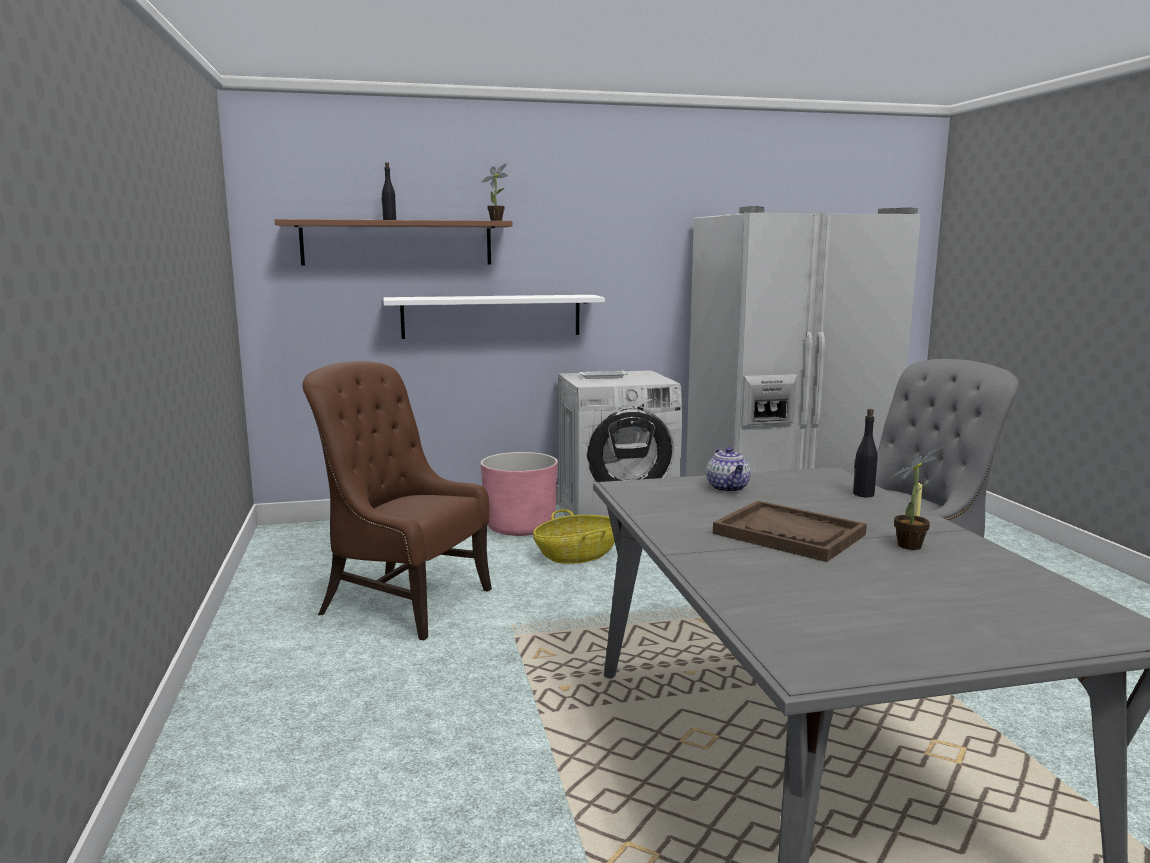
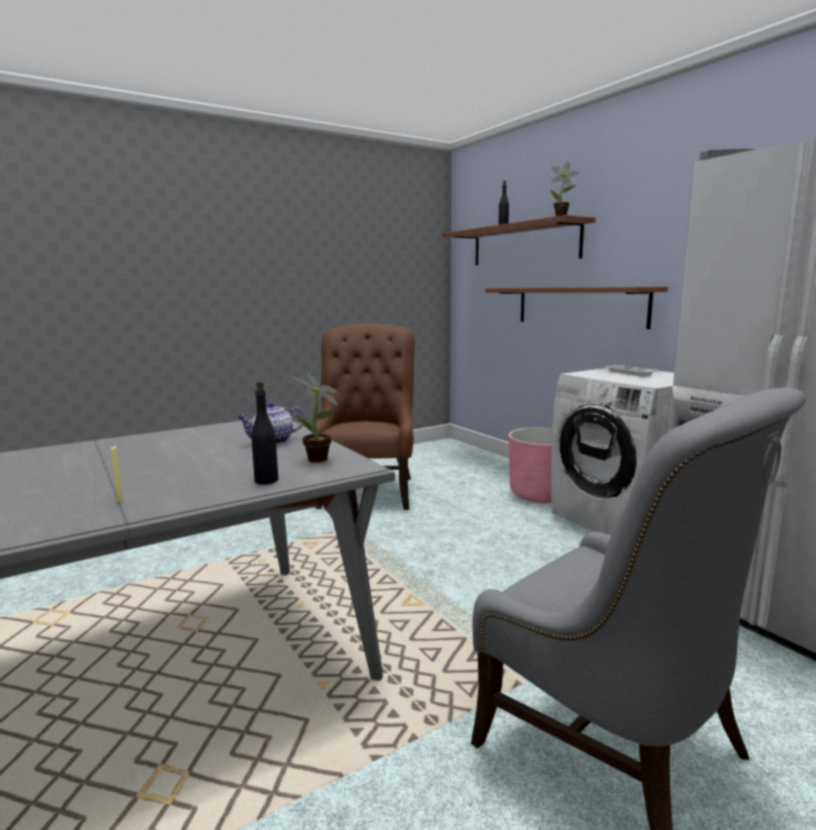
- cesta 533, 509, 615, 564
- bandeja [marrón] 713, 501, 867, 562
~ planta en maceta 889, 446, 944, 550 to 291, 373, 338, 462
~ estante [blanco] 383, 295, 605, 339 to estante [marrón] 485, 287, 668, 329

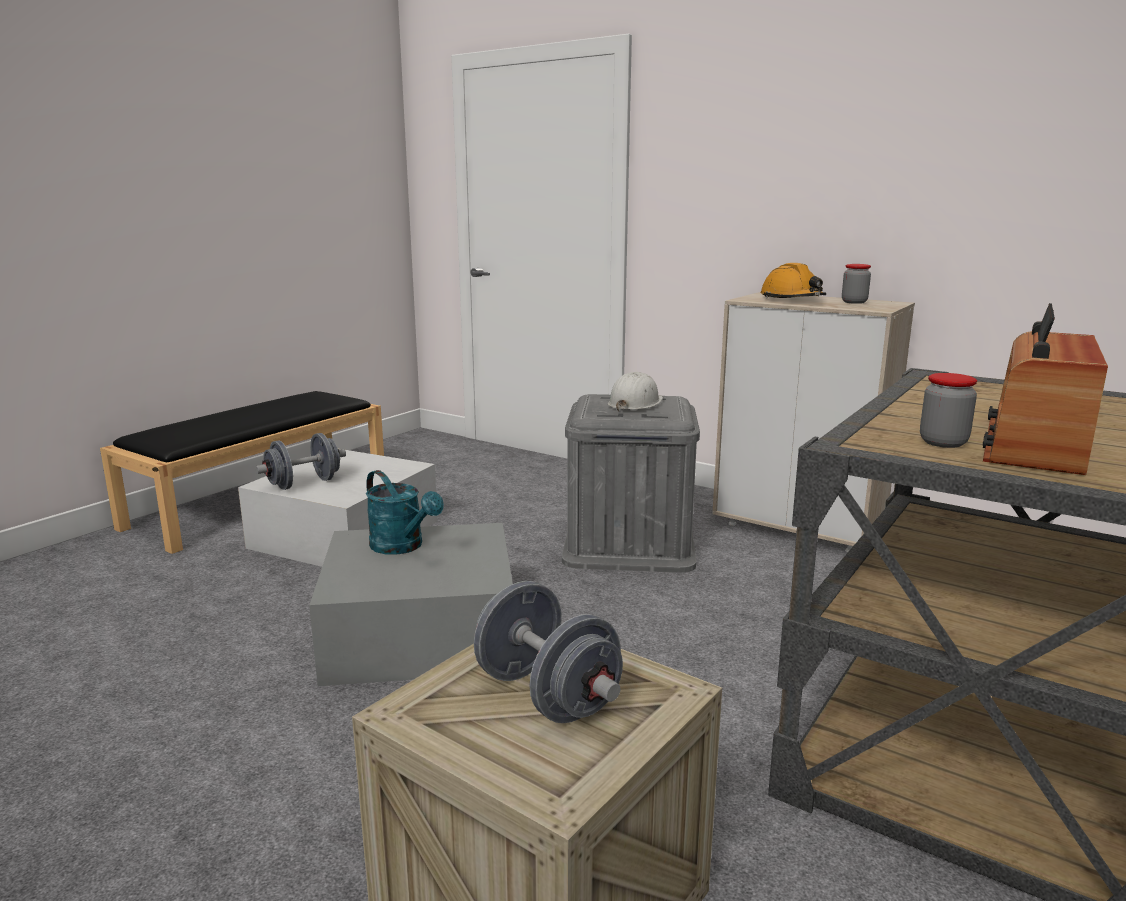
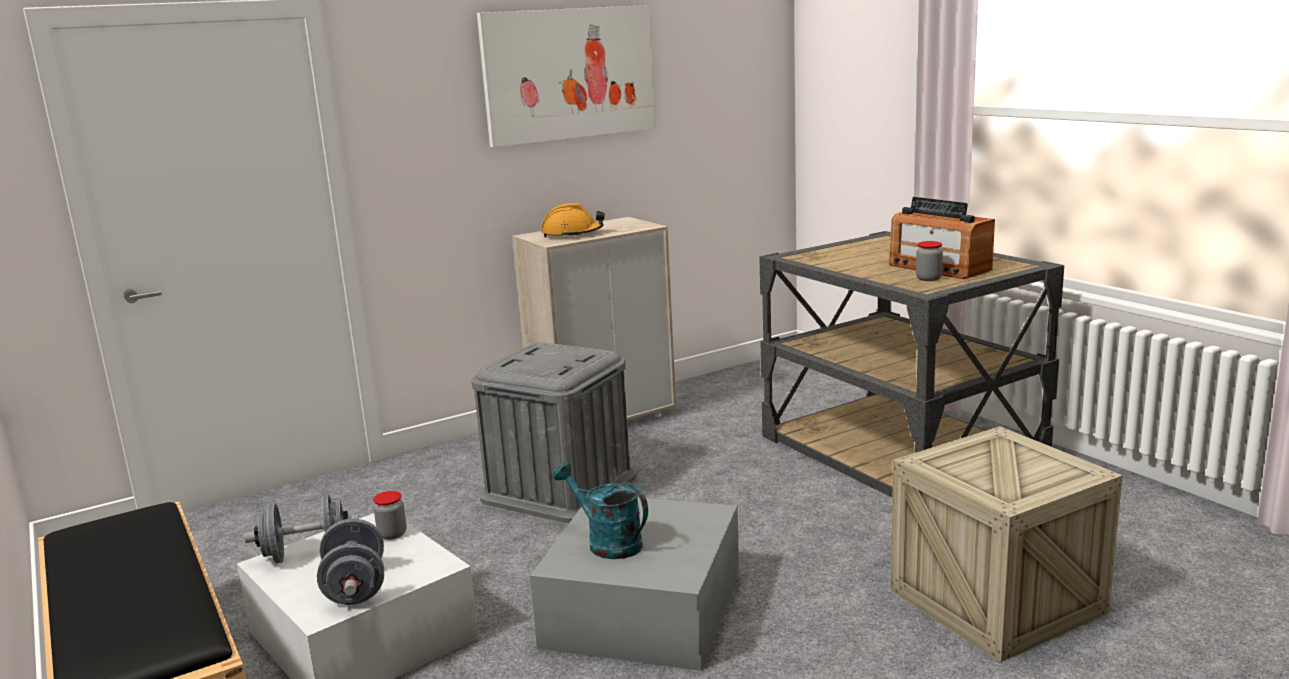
- casco [blanco] 608, 372, 663, 411
+ cuadro 477, 5, 655, 147
~ mancuerna [gris] 474, 581, 623, 723 to 244, 494, 359, 563
~ tarro 842, 264, 871, 304 to 373, 491, 406, 540
~ regadera [turquesa] 366, 470, 444, 555 = 553, 462, 648, 559 120 degrees counterclockwise

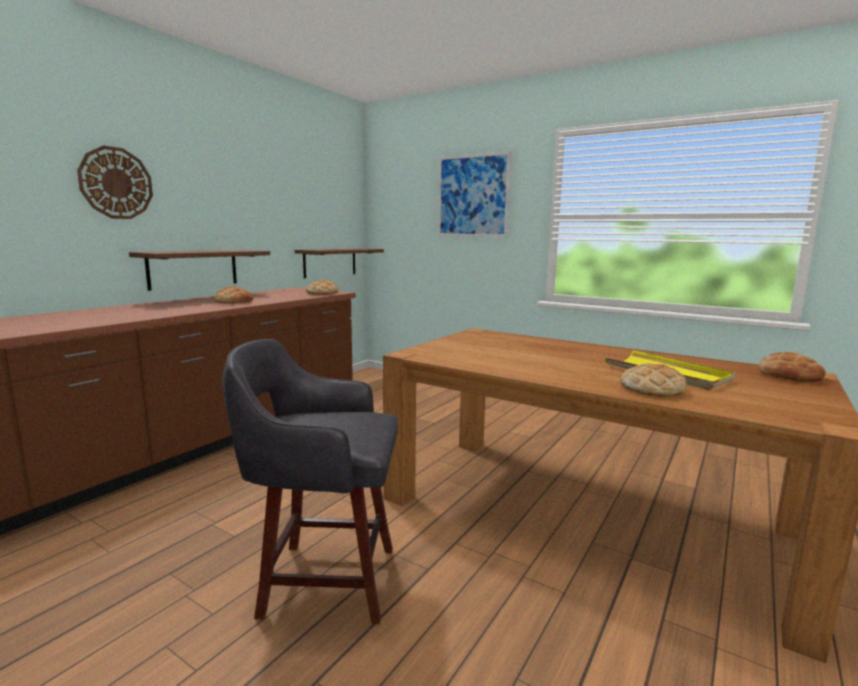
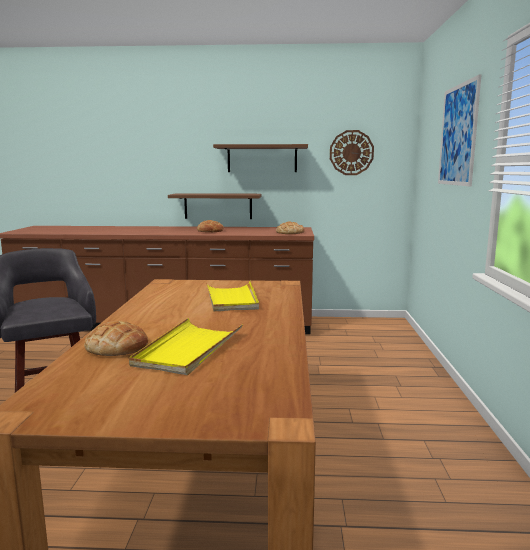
- pan 758, 352, 826, 382
+ bandeja [amarillo] 206, 281, 259, 311
~ reloj de pared 77, 146, 153, 219 to 330, 130, 374, 175
~ estante [marrón] 295, 248, 384, 278 to 213, 144, 308, 172

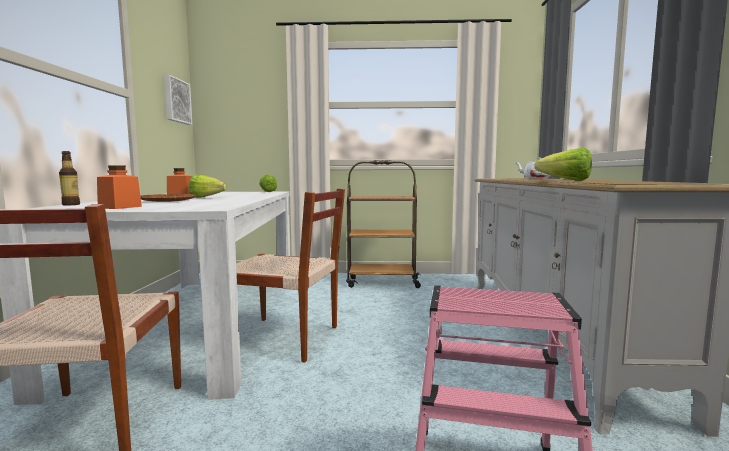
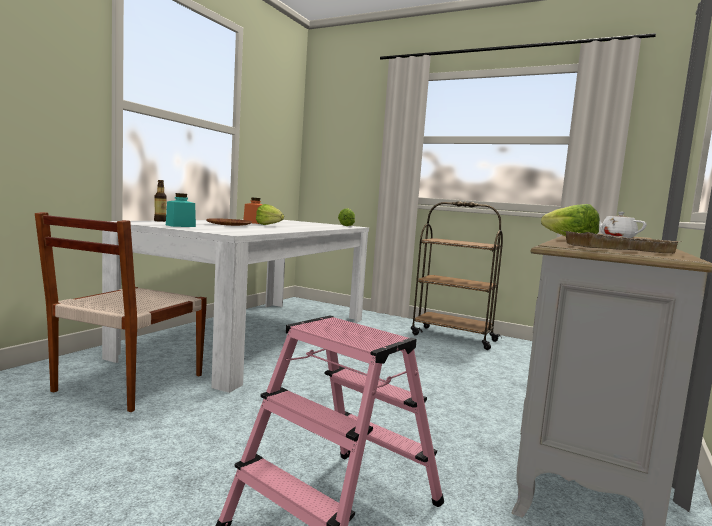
- cuadro 164, 74, 192, 125
- silla 236, 189, 345, 362
+ bandeja [beis] 564, 231, 682, 253
~ tarro [naranja] 97, 165, 142, 209 to tarro [turquesa] 166, 193, 196, 227

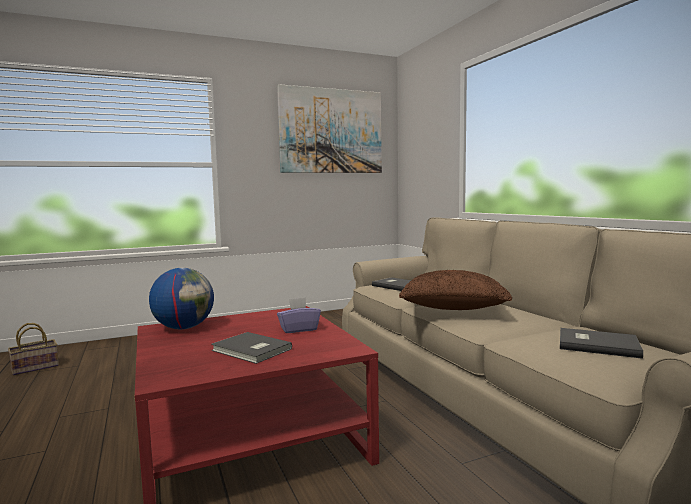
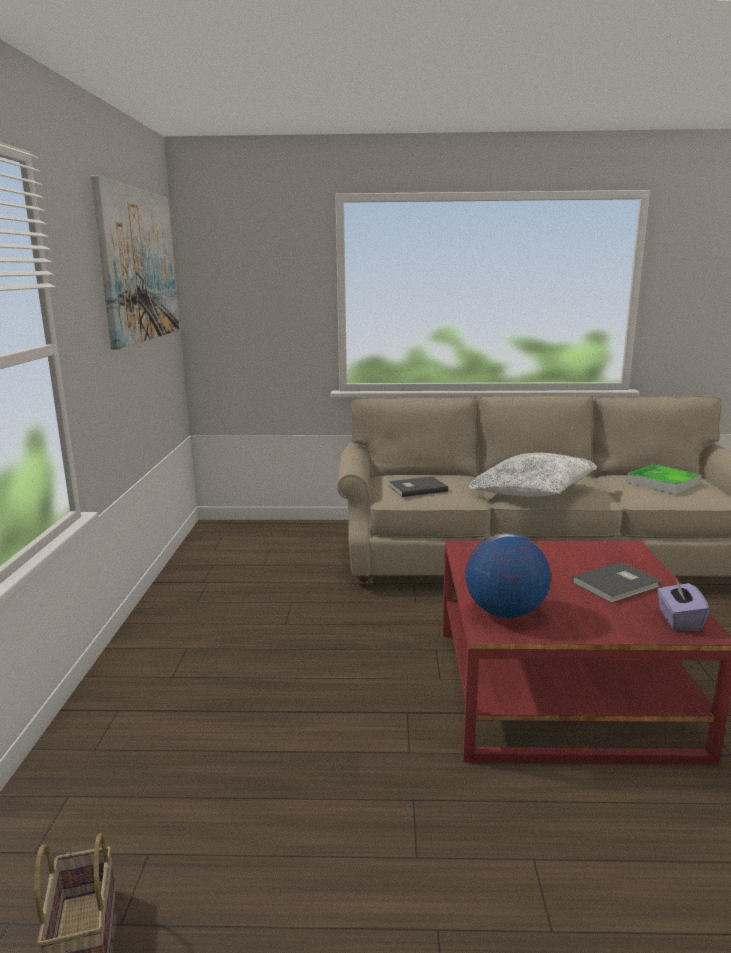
~ caja de pañuelos [morado] 277, 297, 321, 333 to 657, 577, 709, 631
~ libro [gris] 560, 328, 643, 359 to bandeja 627, 464, 701, 495
~ cojín [marrón] 399, 270, 513, 310 to cojín [blanco] 469, 452, 597, 496

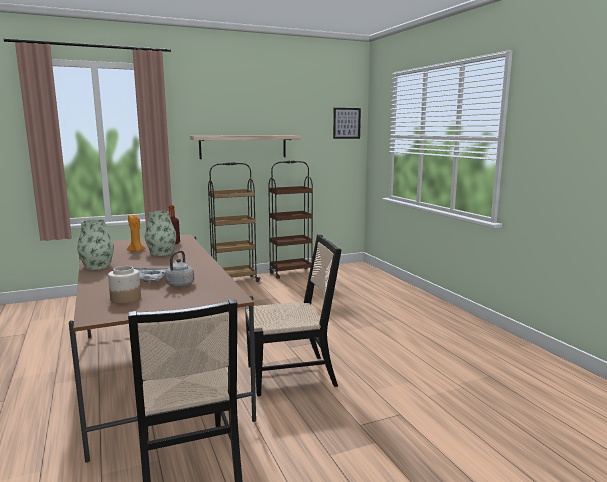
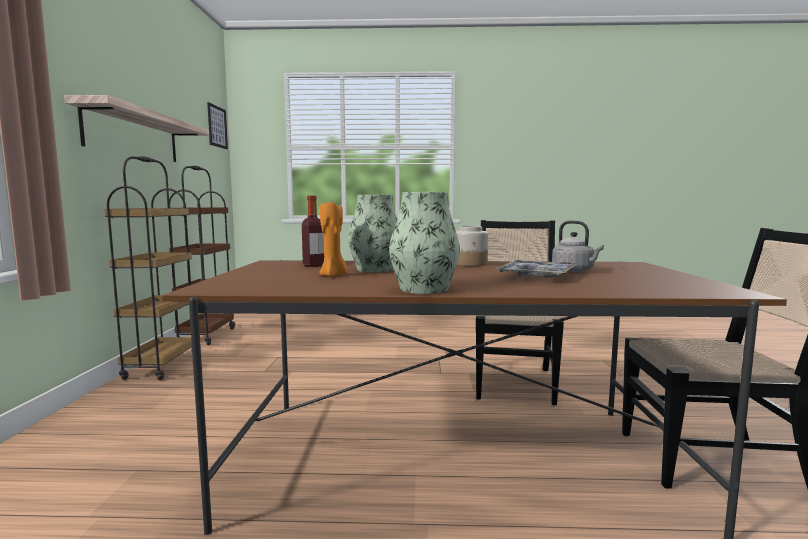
~ tarro 108, 266, 141, 304 to 456, 226, 488, 266

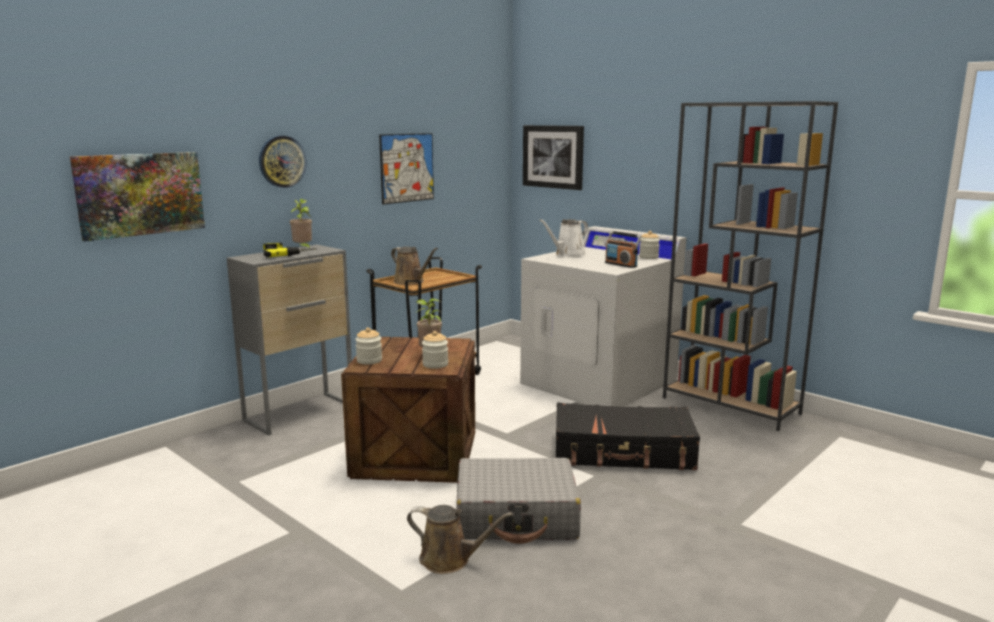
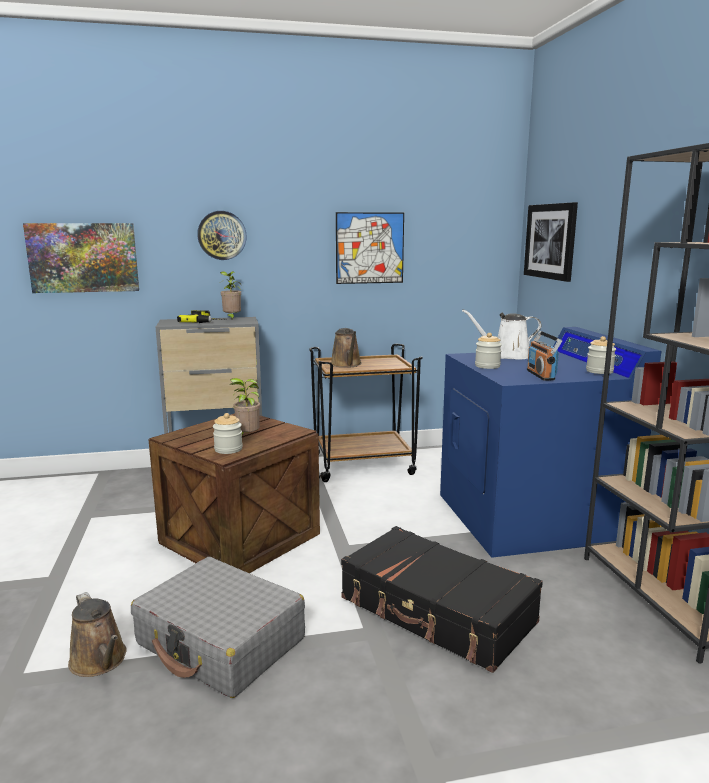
~ tarro 355, 327, 382, 365 to 475, 333, 502, 369
~ lavadora [blanco] 520, 226, 687, 407 to lavadora [azul] 440, 327, 661, 558

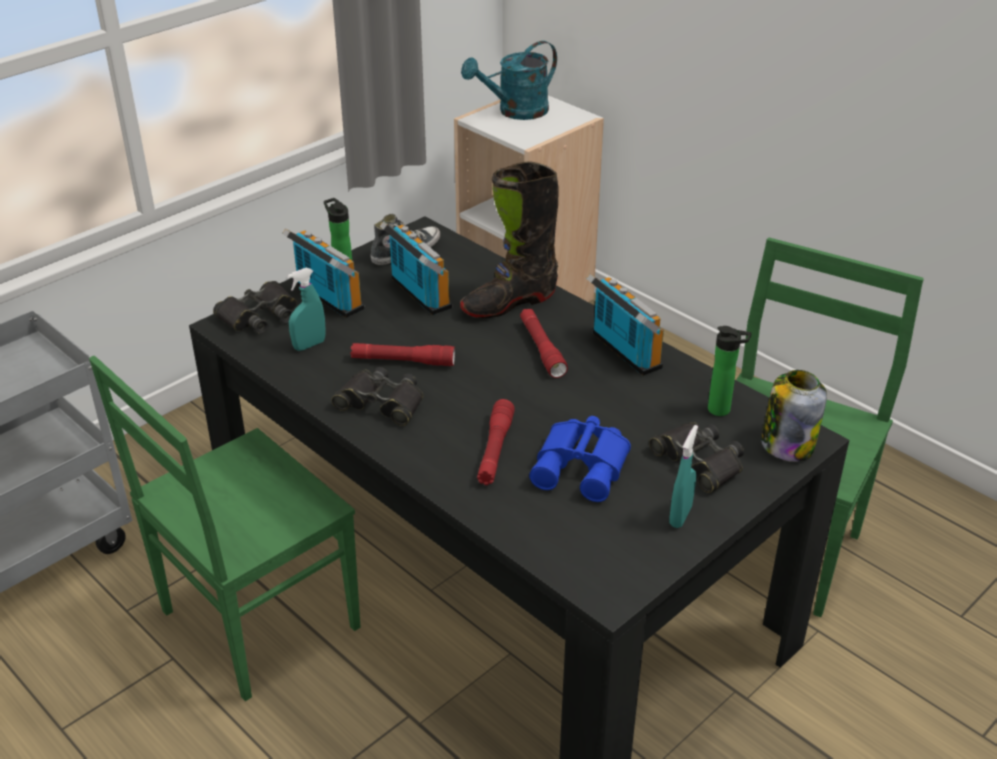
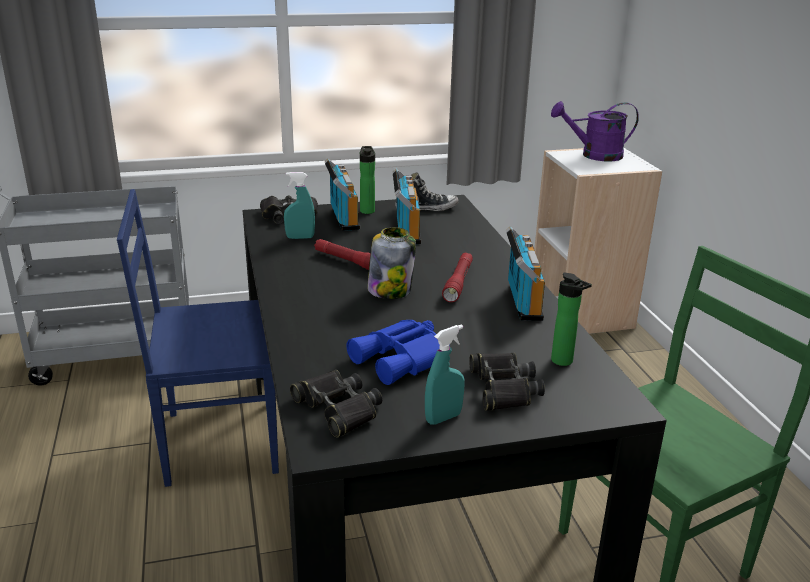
- bota [negro] 460, 161, 559, 318
- linterna [rojo] 477, 399, 515, 485
~ prismáticos [negro] 331, 367, 424, 426 to 290, 370, 382, 438
~ tarro 761, 370, 827, 462 to 367, 227, 416, 299
~ silla [verde] 89, 356, 360, 701 to silla [azul] 117, 189, 279, 487
~ regadera [turquesa] 461, 41, 557, 120 to regadera [morado] 551, 101, 639, 161

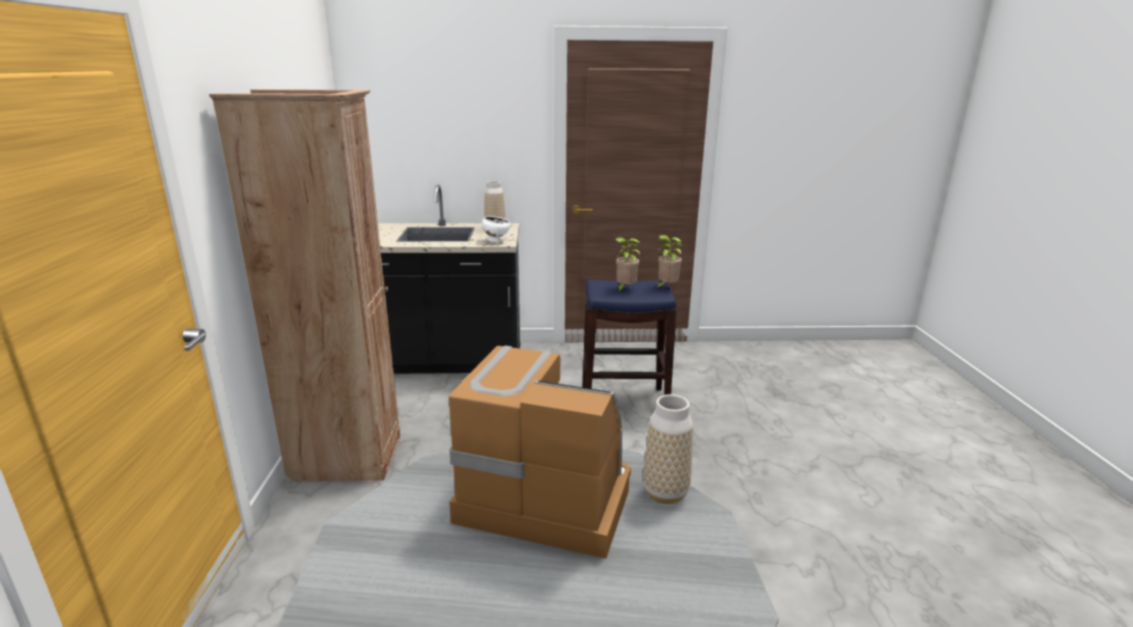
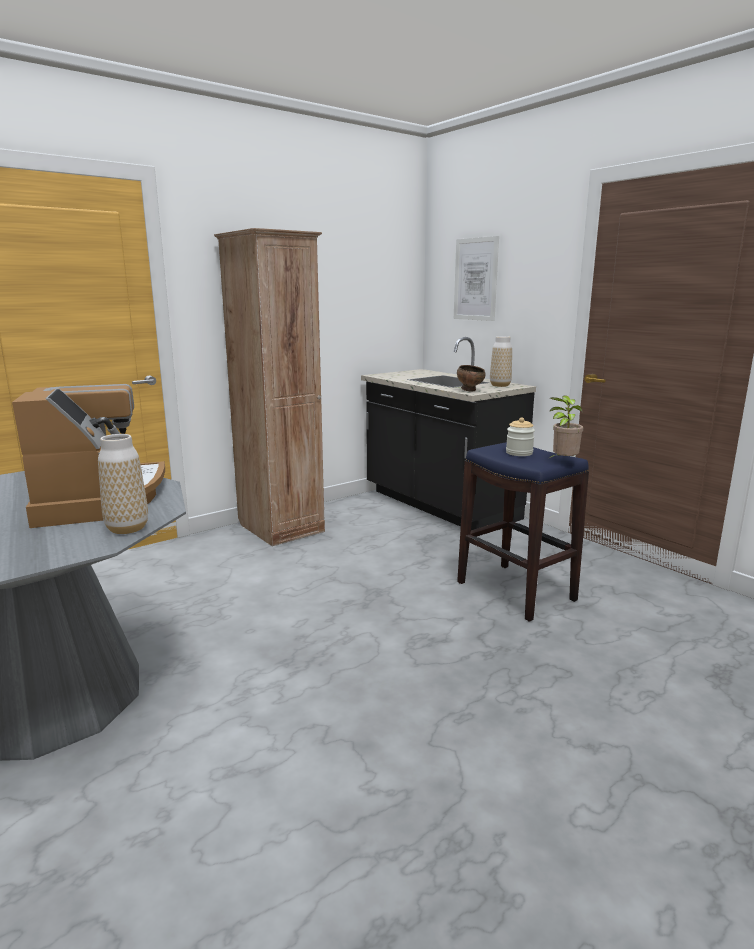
+ cuadro 454, 236, 499, 321
~ planta en maceta 615, 237, 640, 293 to tarro 506, 417, 535, 456
~ cuenco [blanco] 482, 216, 510, 242 to cuenco [marrón] 457, 365, 486, 392

